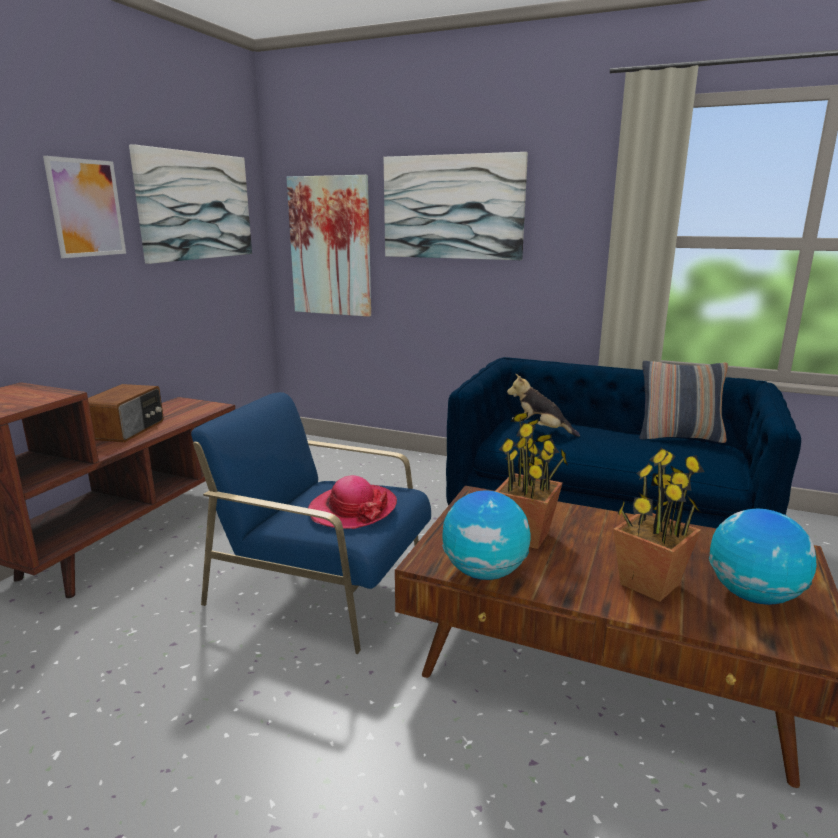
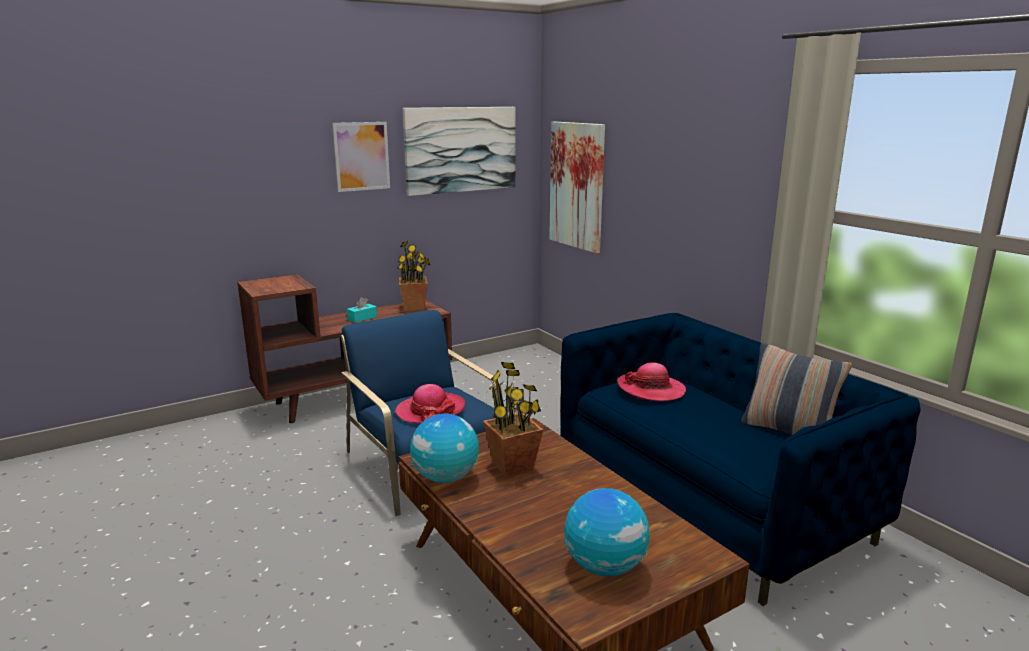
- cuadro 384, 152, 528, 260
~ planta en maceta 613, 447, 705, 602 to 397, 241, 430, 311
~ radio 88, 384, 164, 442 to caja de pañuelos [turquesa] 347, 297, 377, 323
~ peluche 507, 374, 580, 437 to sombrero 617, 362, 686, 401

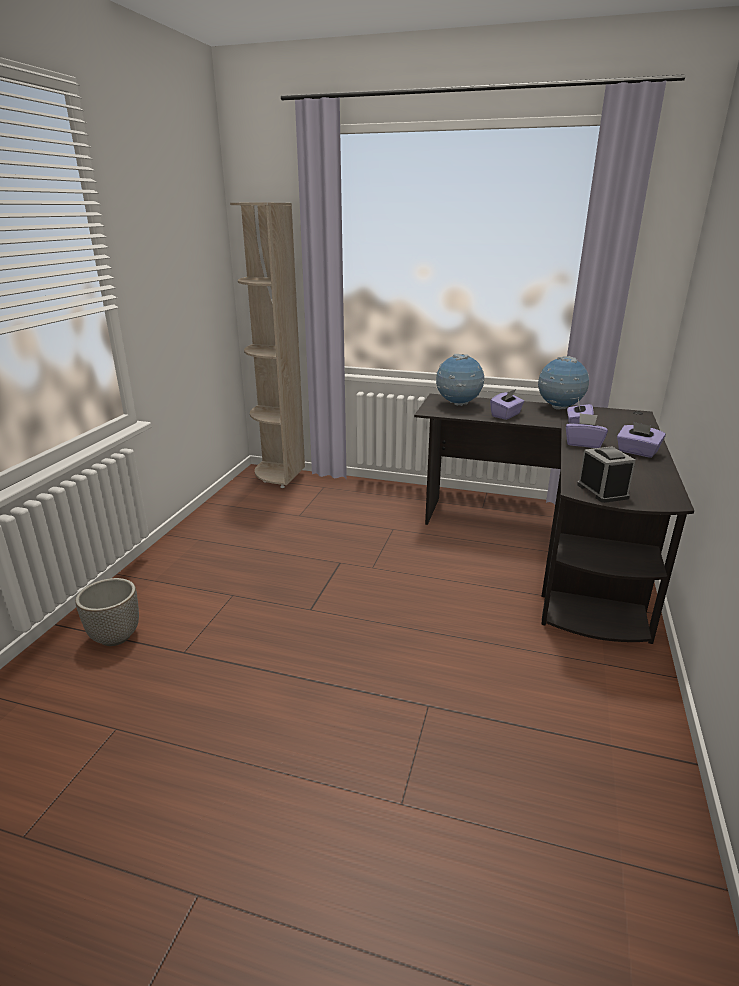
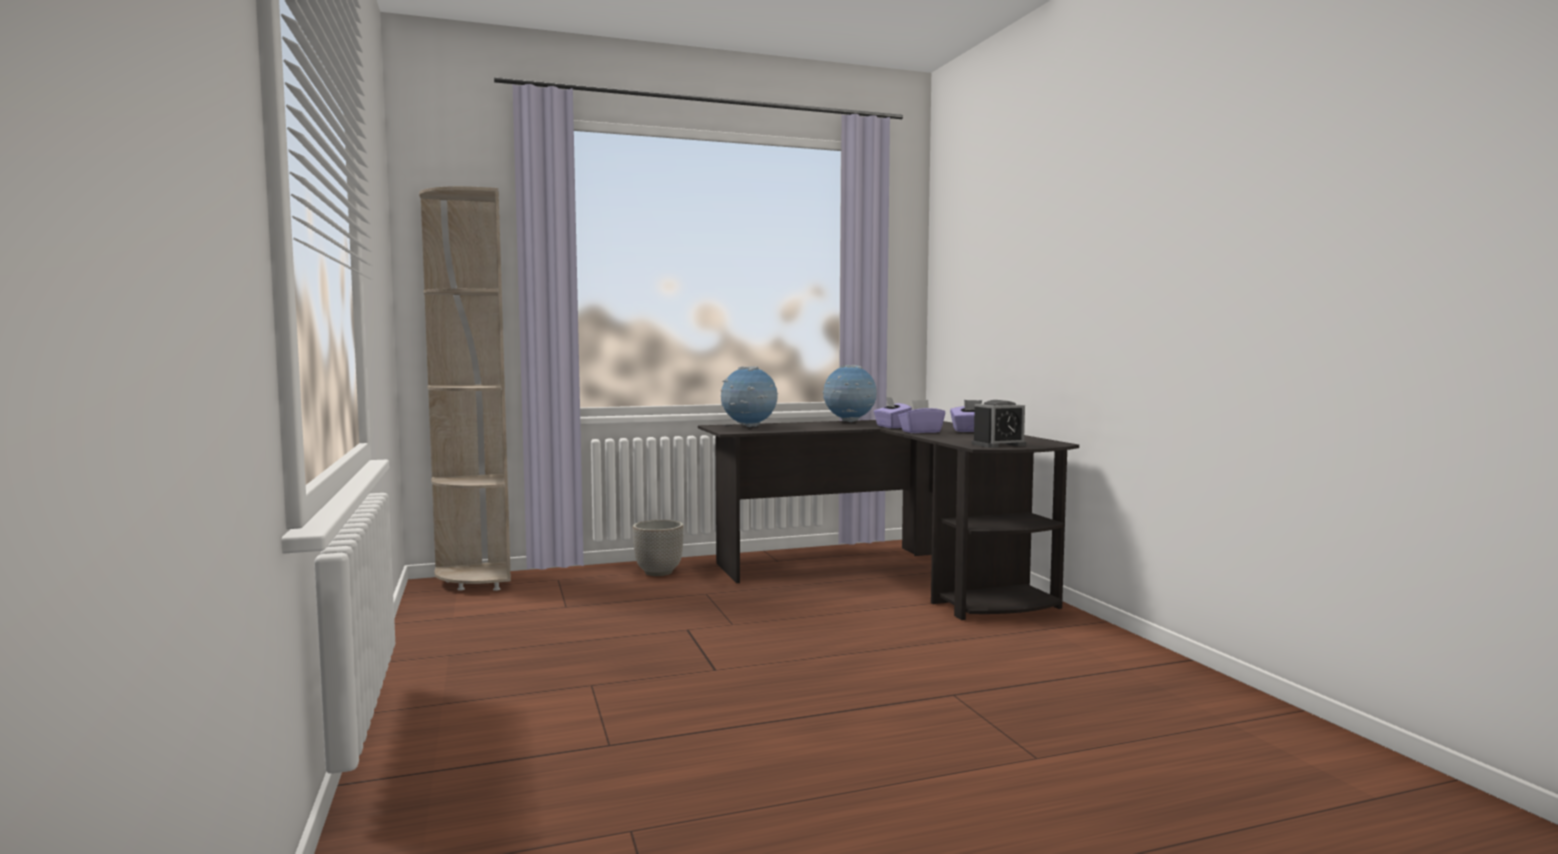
- caja de pañuelos [morado] 490, 389, 525, 420
~ maceta 75, 578, 139, 646 to 632, 520, 684, 576
~ despertador 577, 447, 635, 503 = 972, 400, 1026, 448 120 degrees clockwise

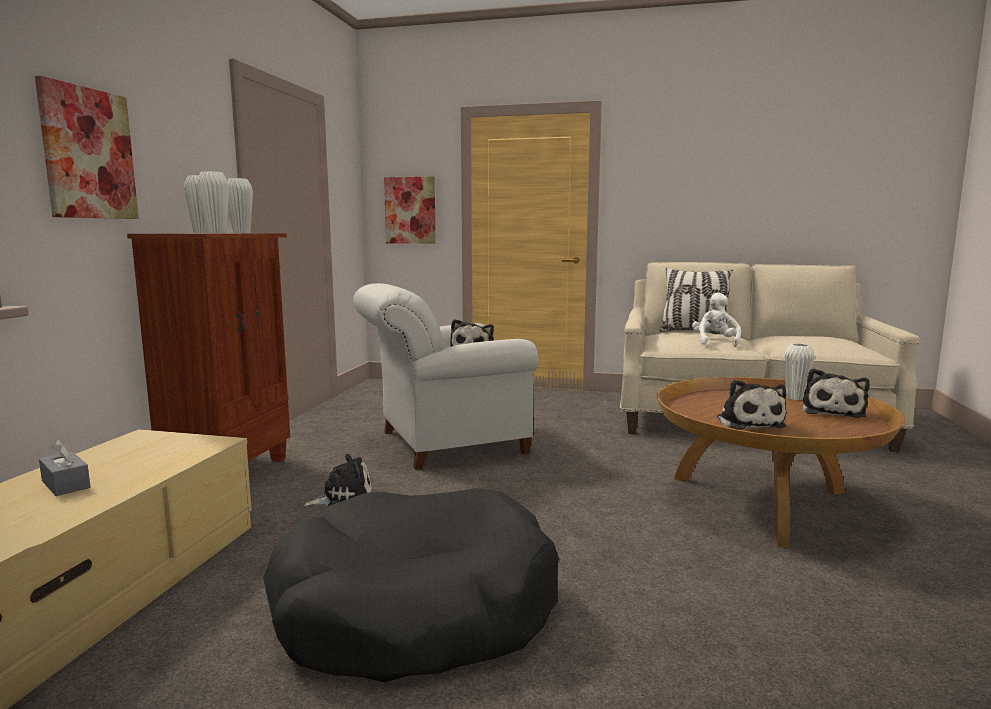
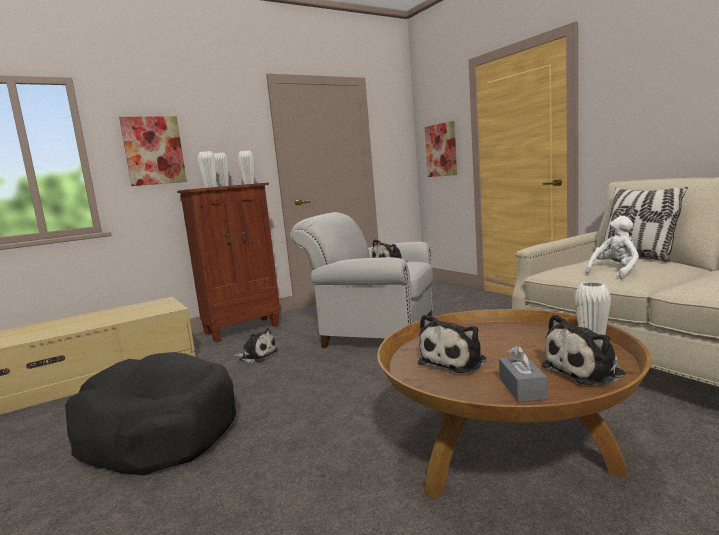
~ caja de pañuelos [gris] 39, 439, 90, 496 to 499, 345, 547, 402

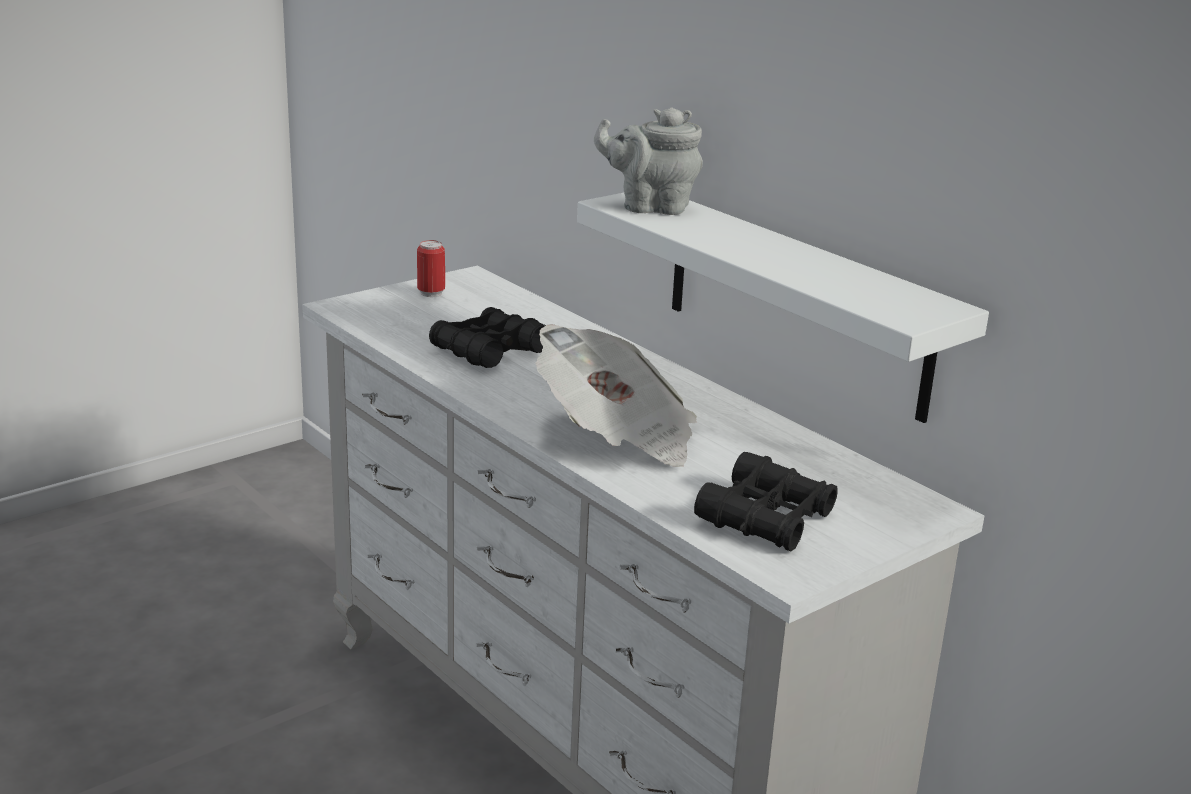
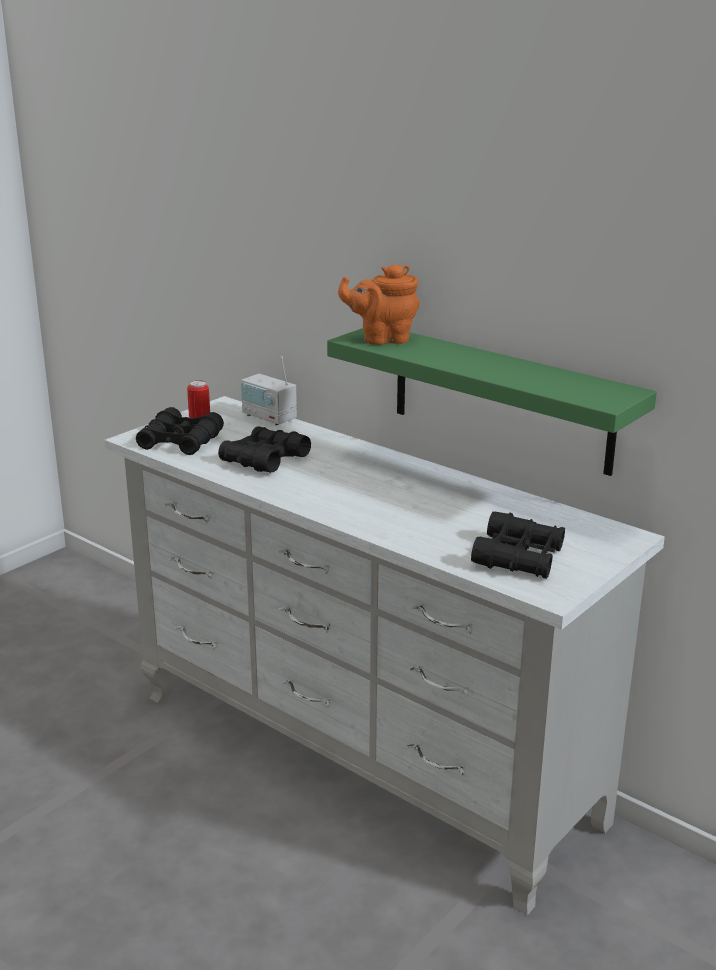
- periódico 535, 324, 697, 467
+ prismáticos [negro] 136, 407, 224, 455
+ radio 241, 356, 297, 425
~ estante [blanco] 577, 193, 989, 423 to estante [verde] 327, 328, 657, 476
~ tetera [gris] 594, 107, 703, 215 to tetera [naranja] 338, 264, 419, 345

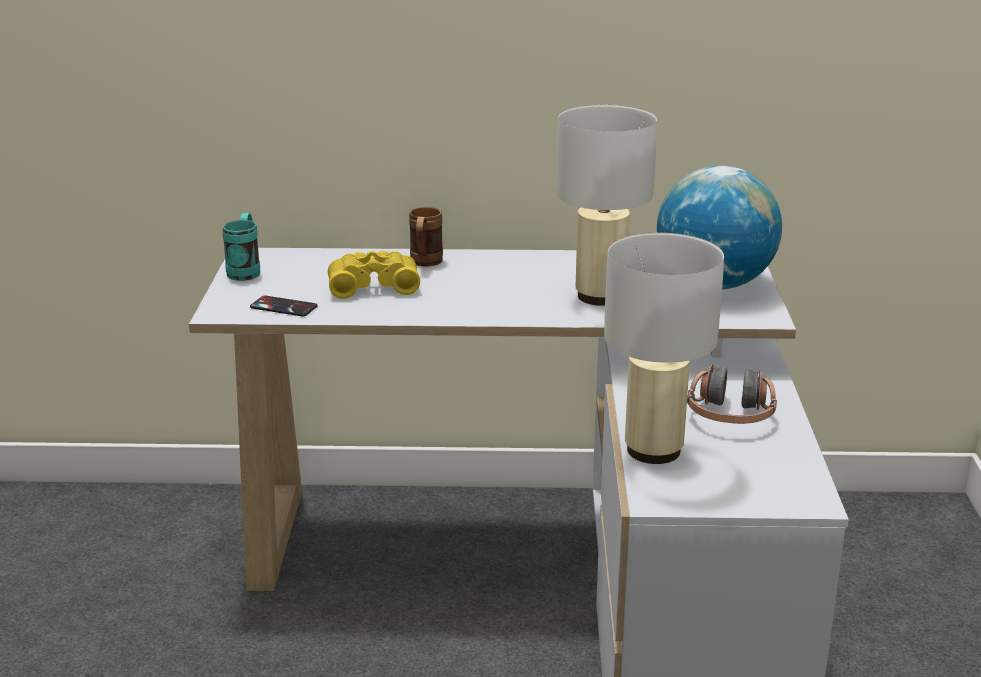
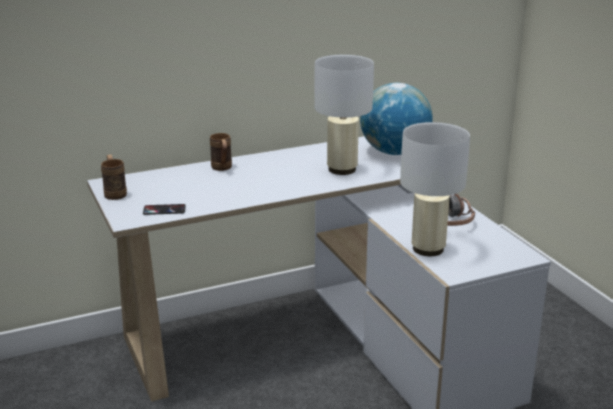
- prismáticos [amarillo] 328, 251, 420, 299
~ taza grande [turquesa] 222, 213, 260, 281 to taza grande [marrón] 101, 154, 127, 200

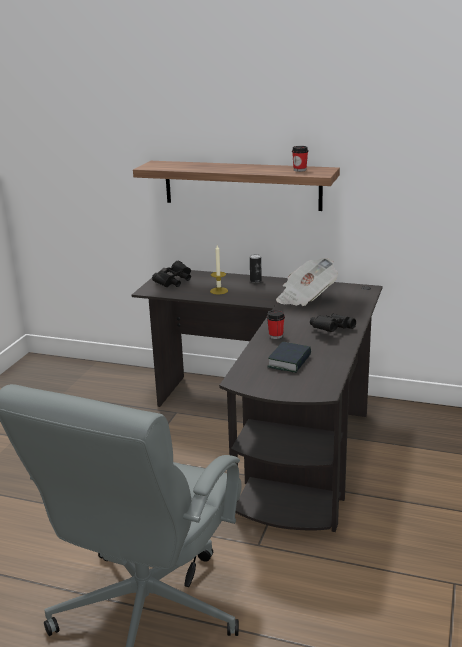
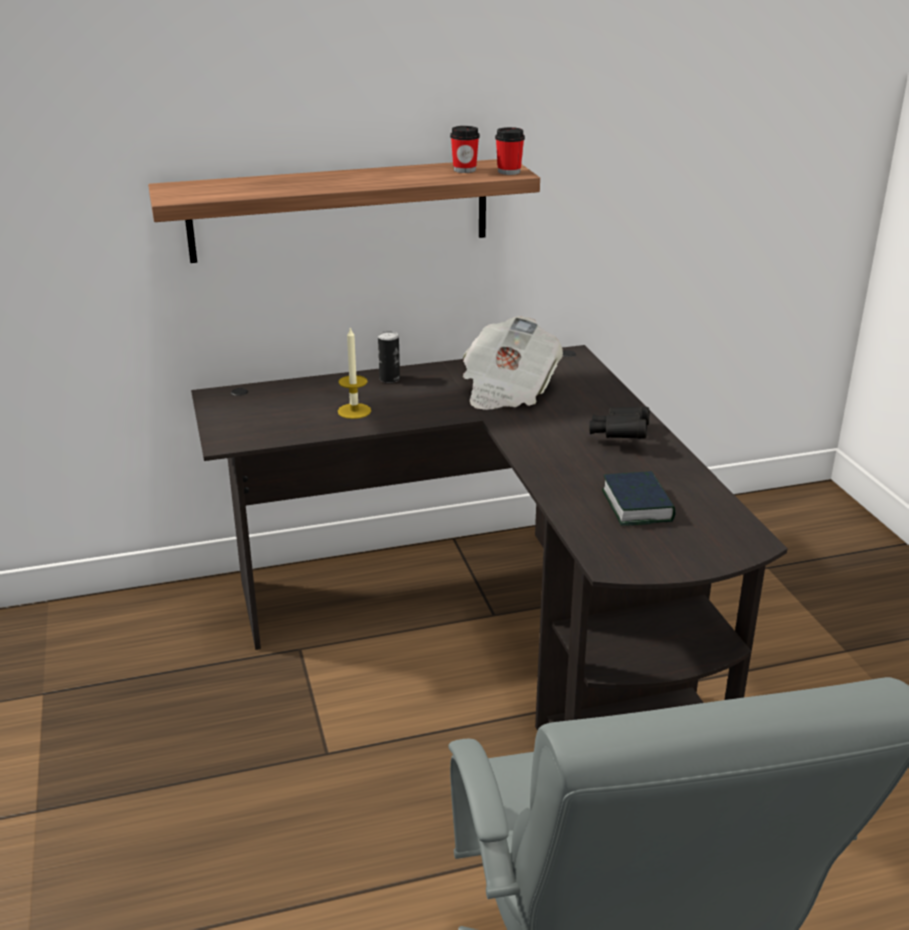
- prismáticos [negro] 152, 261, 191, 287
~ taza 267, 310, 285, 339 to 495, 127, 525, 175

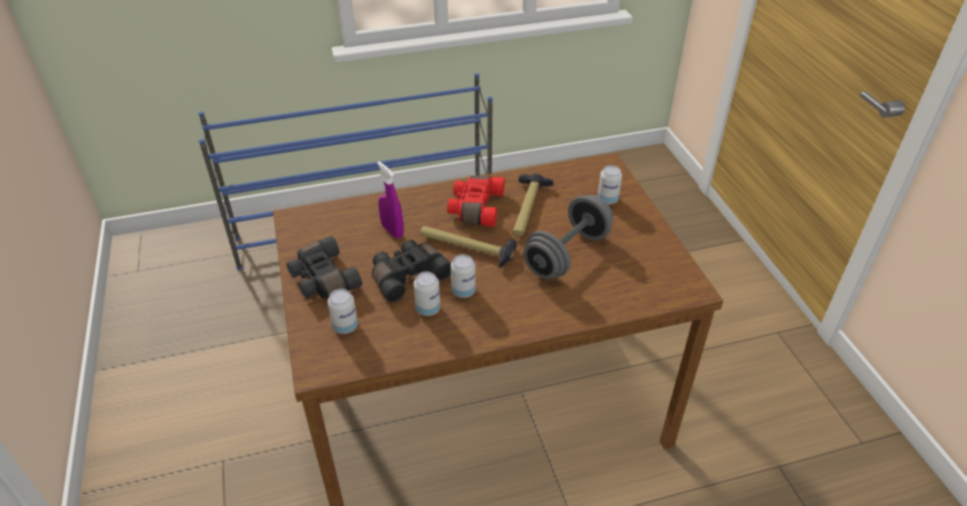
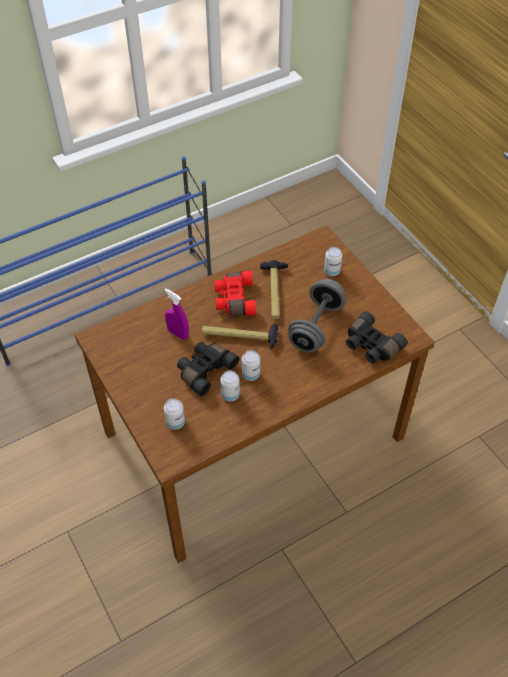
~ prismáticos [negro] 287, 236, 362, 299 to 346, 311, 408, 363

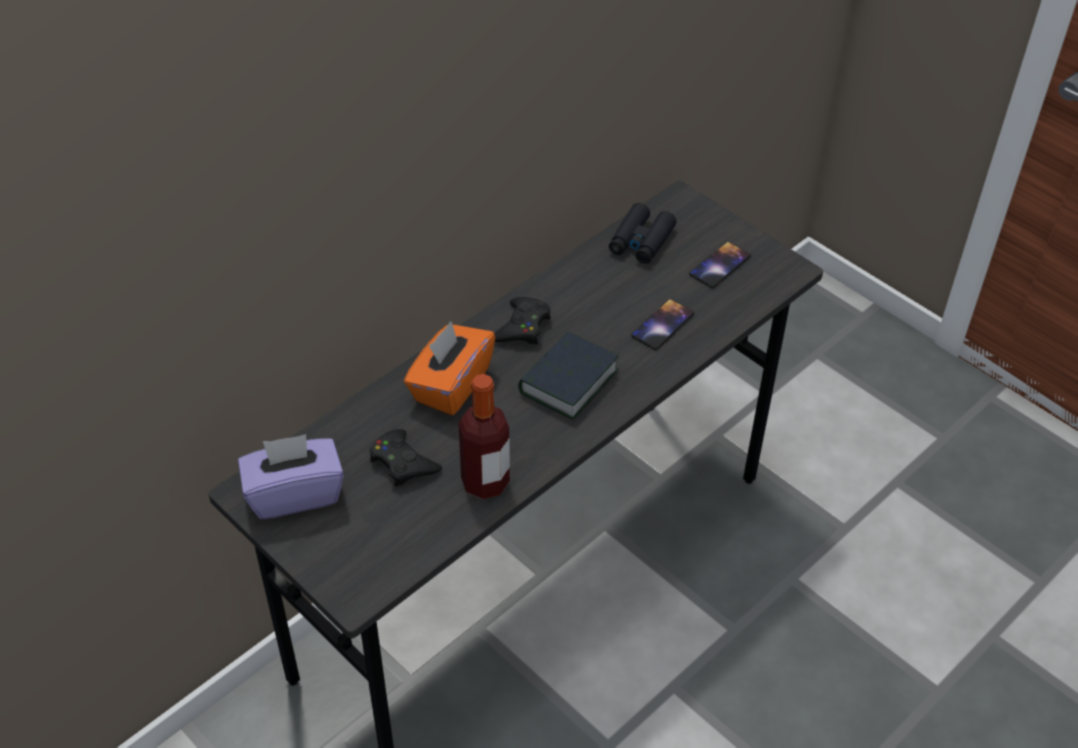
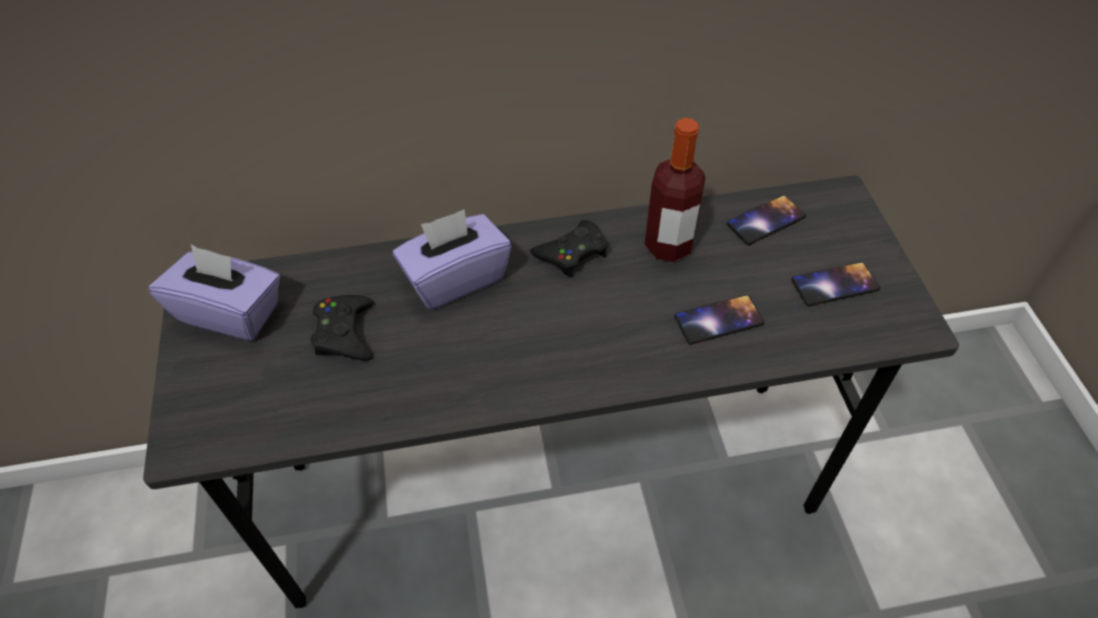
- libro 519, 331, 619, 420
~ botella 458, 374, 510, 499 to 644, 118, 706, 262
~ prismáticos [negro] 609, 203, 676, 264 to móvil 727, 195, 806, 245
~ caja de pañuelos [naranja] 404, 322, 496, 415 to caja de pañuelos [morado] 393, 209, 511, 310

